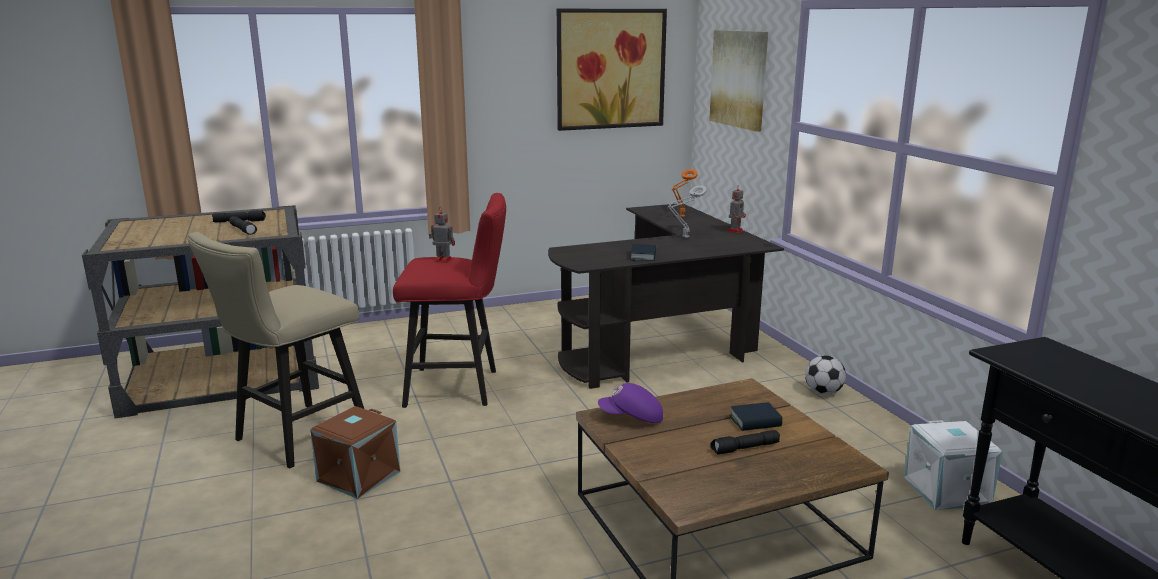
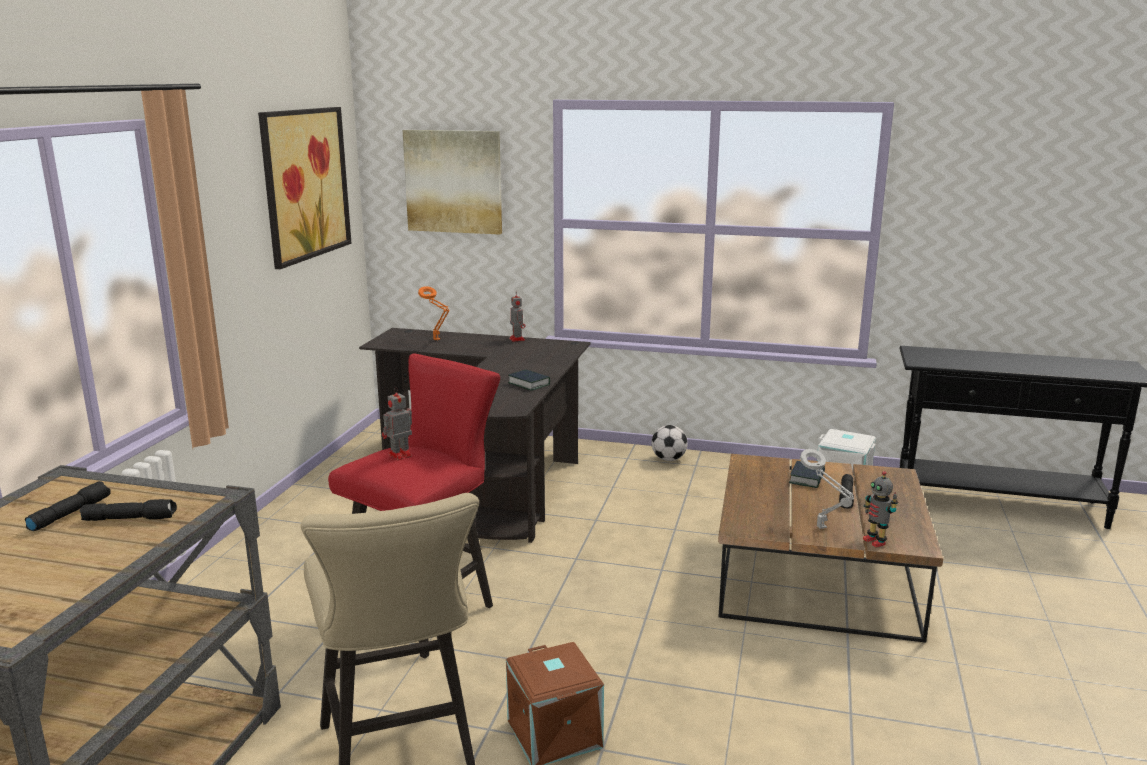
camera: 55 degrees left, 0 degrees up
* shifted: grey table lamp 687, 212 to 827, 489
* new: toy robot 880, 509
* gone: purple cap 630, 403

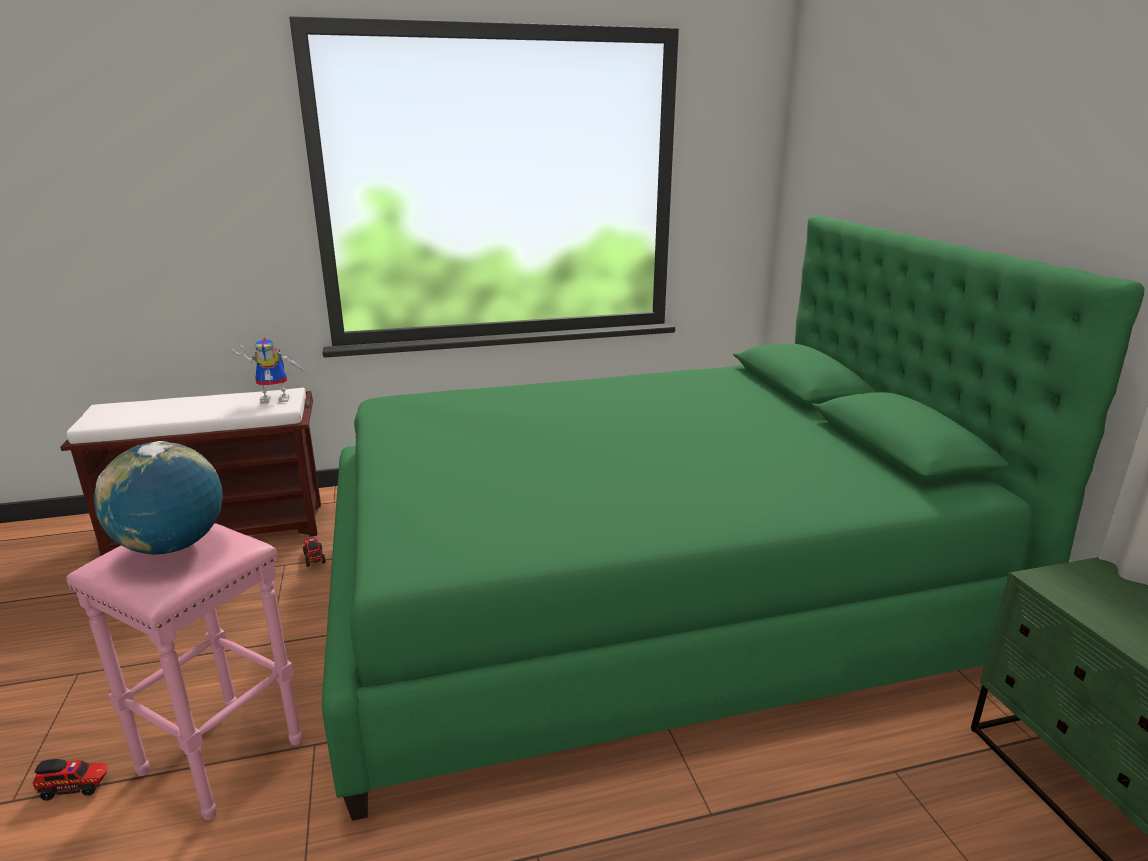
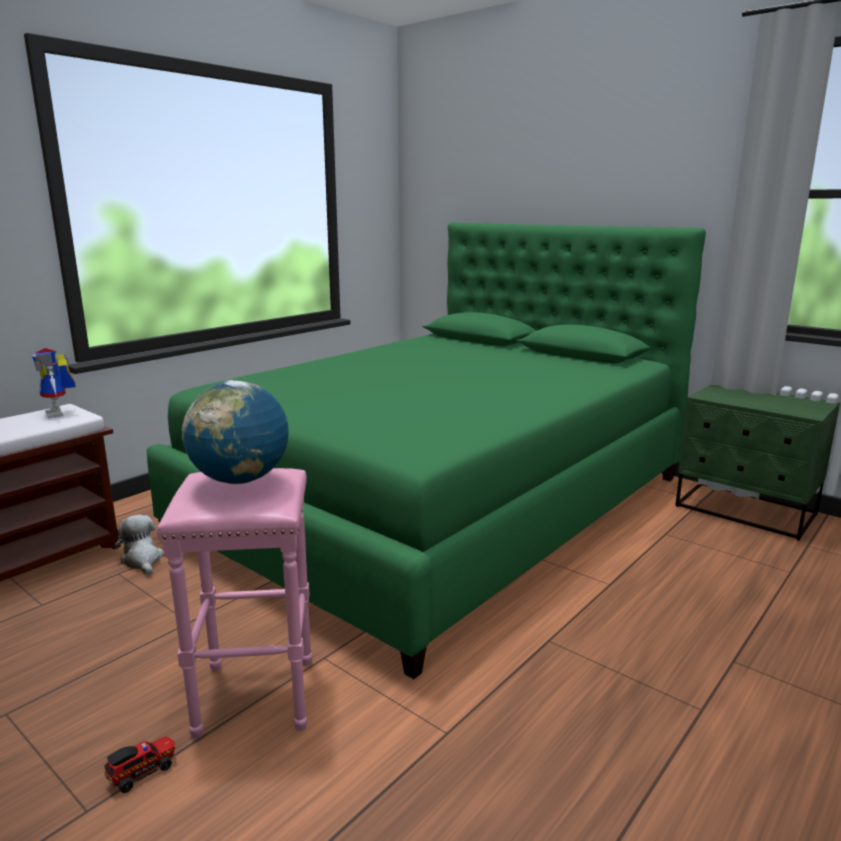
camera: 35 degrees left, 5 degrees down
* rotated: toy robot 270, 371 = 54, 383 105 degrees clockwise
* swapped: toy truck 314, 552 to plush toy 139, 545

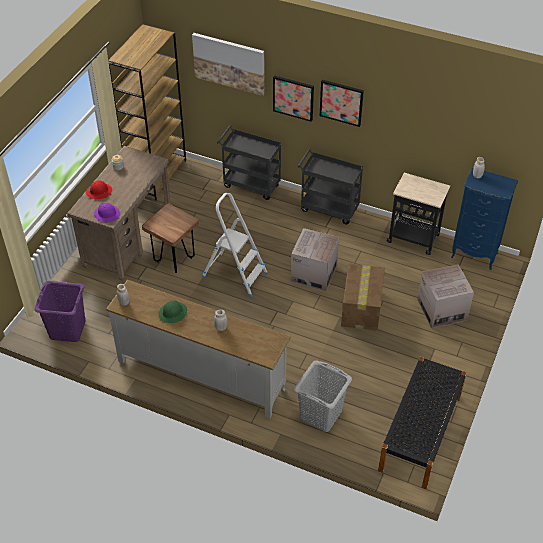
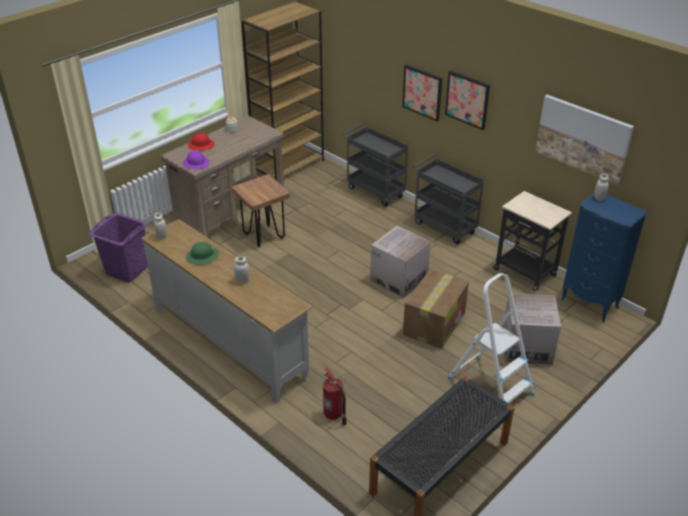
camera: 20 degrees right, 10 degrees down
* swapped: grey laundry basket 323, 396 to fire extinguisher 335, 396
* shifted: white step ladder 235, 245 to 491, 342
* shifted: picture 228, 64 to 584, 140

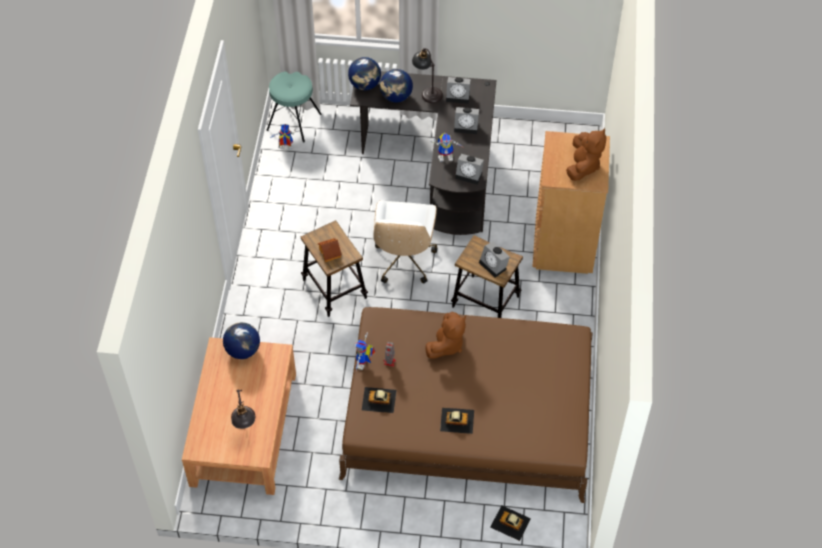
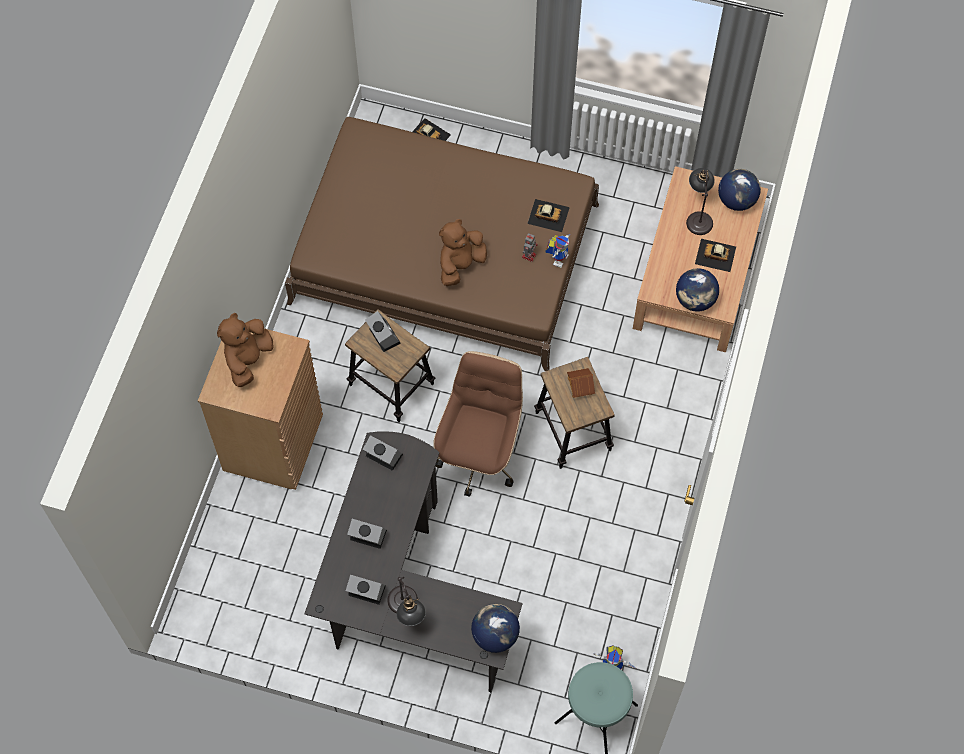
camera: 170 degrees left, 10 degrees up
* repainted: white office chair 405, 242 to brown office chair 478, 424
* shifted: toy car 457, 421 to 715, 255
* shifted: globe 396, 85 to 739, 190
* gone: toy robot 446, 146

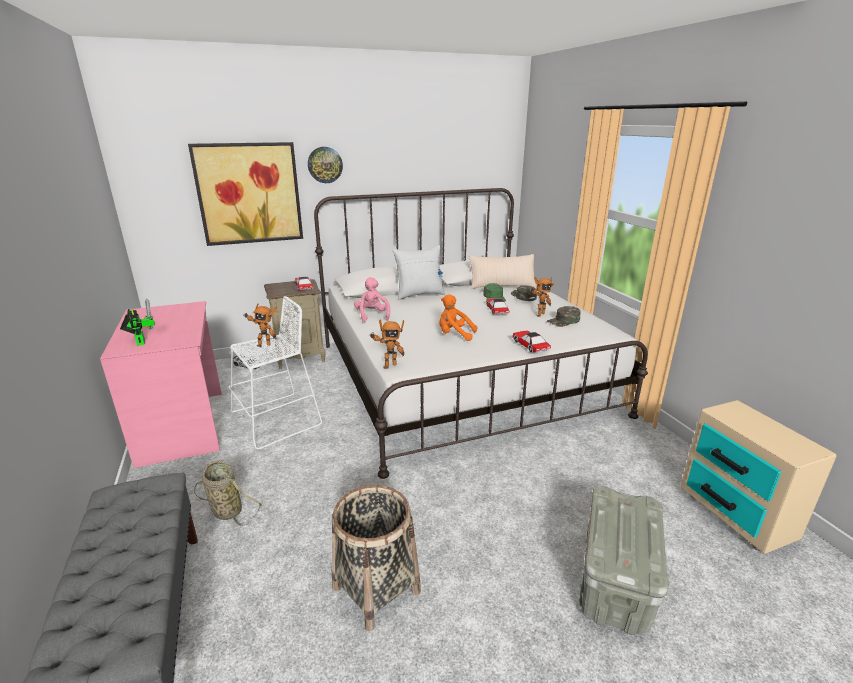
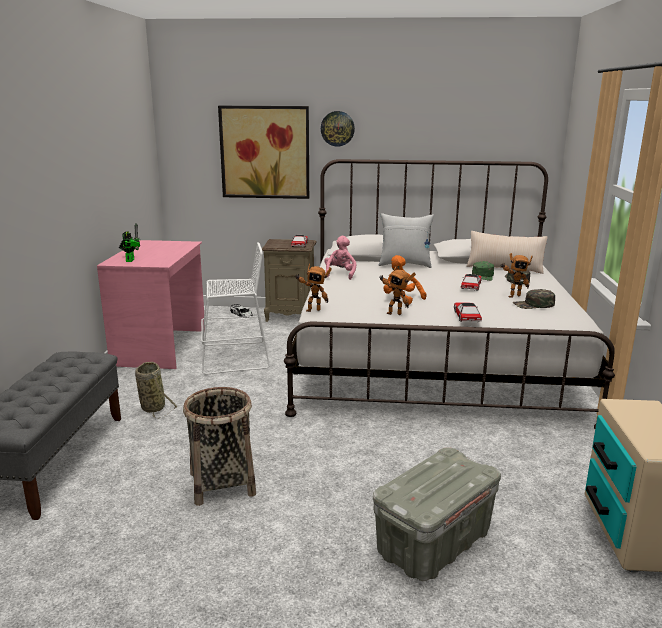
camera: 25 degrees right, 5 degrees down
* shifted: toy robot 260, 325 to 397, 290

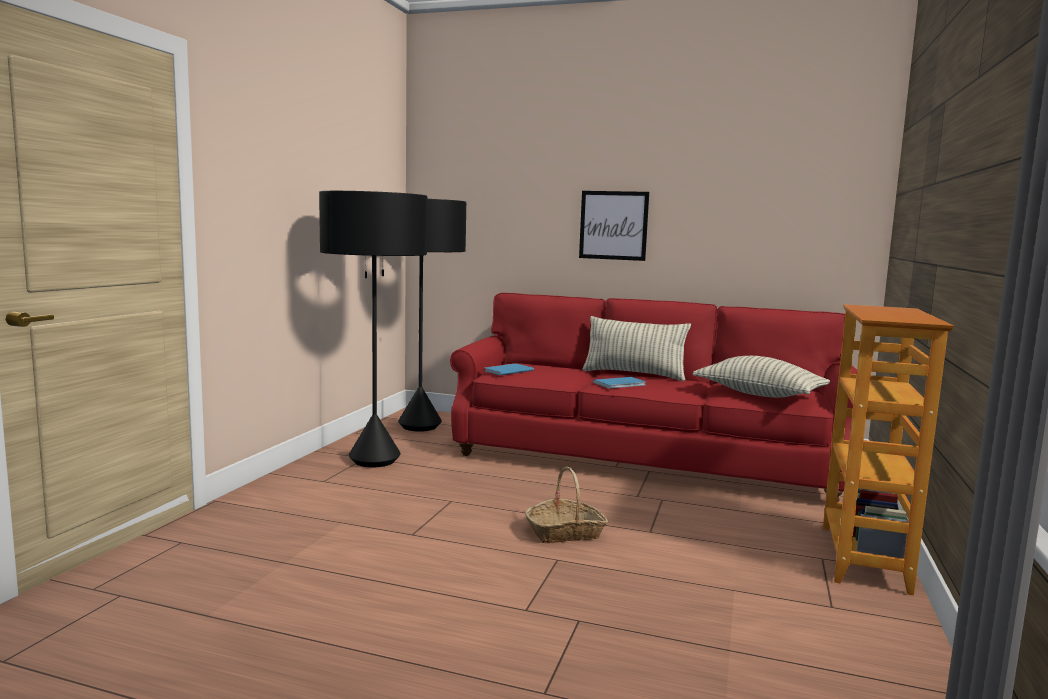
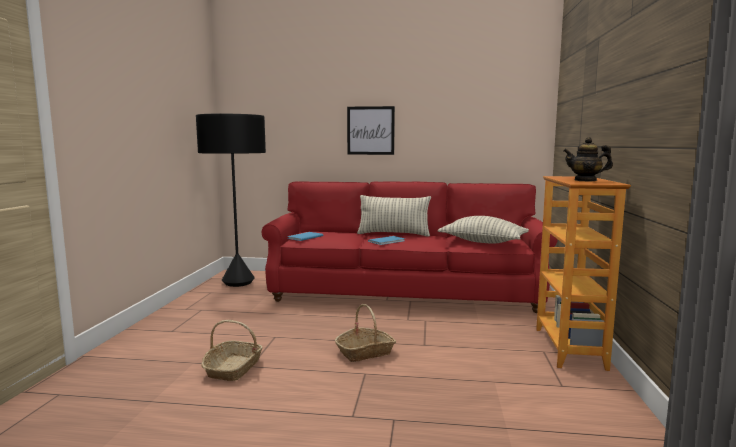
camera: 10 degrees left, 0 degrees up
* new: basket 232, 350
* new: teapot 588, 159
* gone: black floor lamp 373, 329

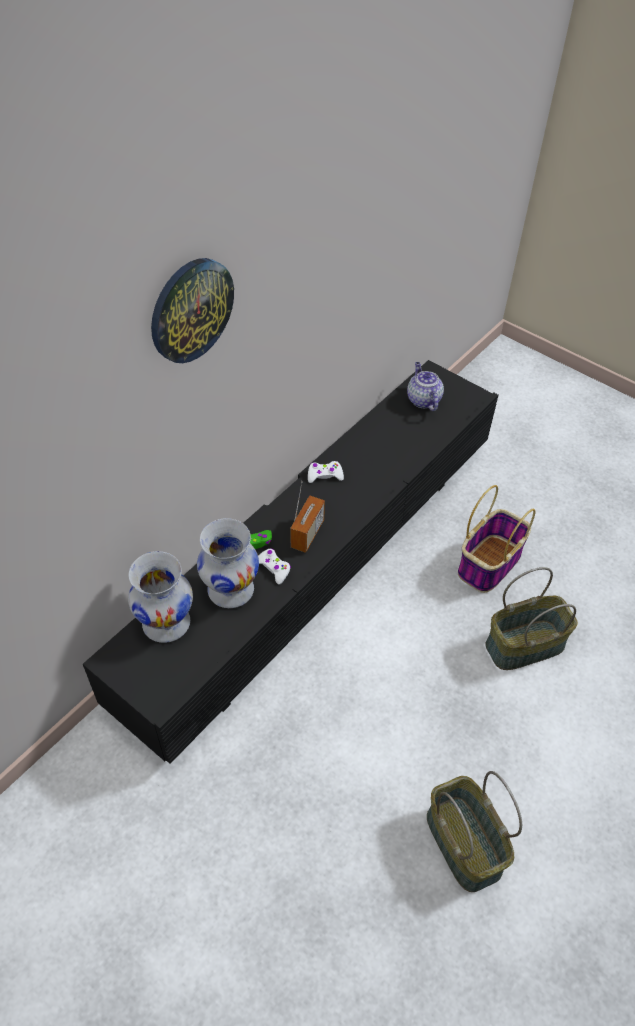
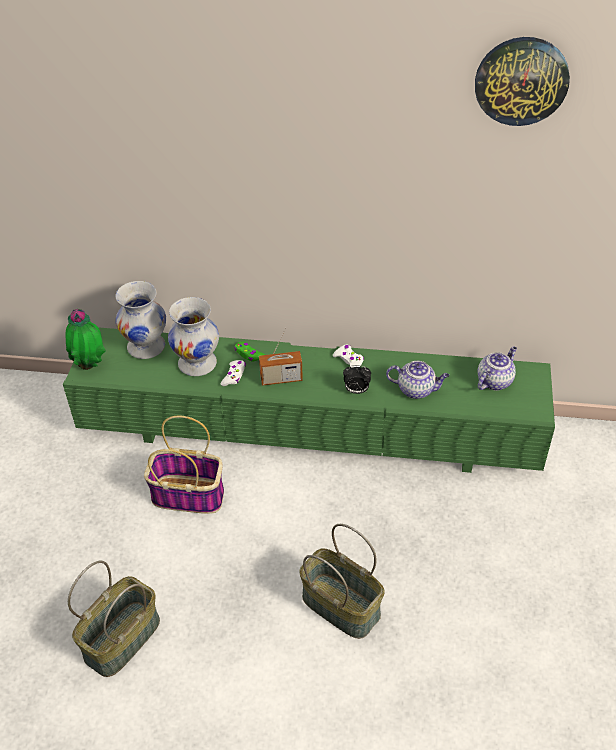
camera: 60 degrees right, 5 degrees down
* repainted: black tv stand 290, 562 to green tv stand 309, 400
* new: potted plant 86, 339
* shifted: basket 496, 539 to 184, 465
* new: alarm clock 357, 379
* new: teapot 417, 380
* shifted: wall clock 192, 310 to 522, 81

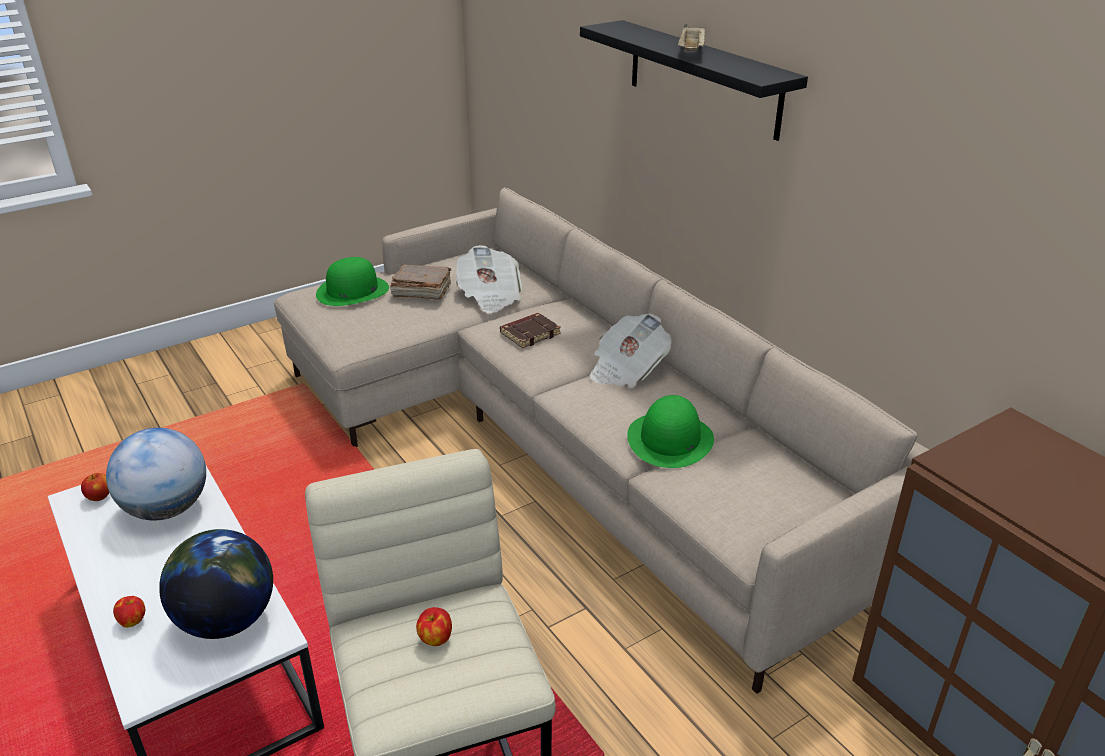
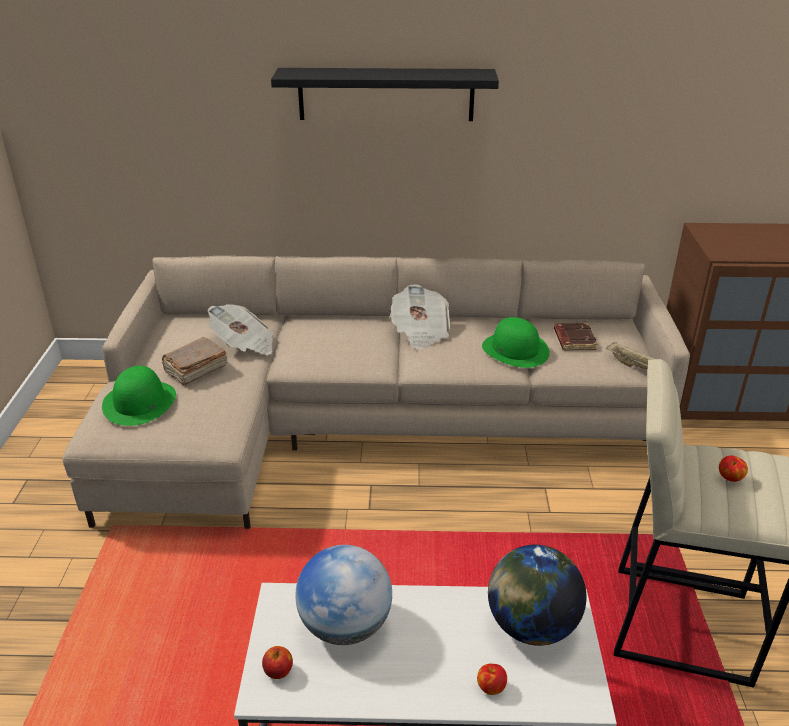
camera: 55 degrees left, 0 degrees up
* shifted: brown book 530, 330 to 575, 337
* shifted: beige tray 691, 37 to 636, 355

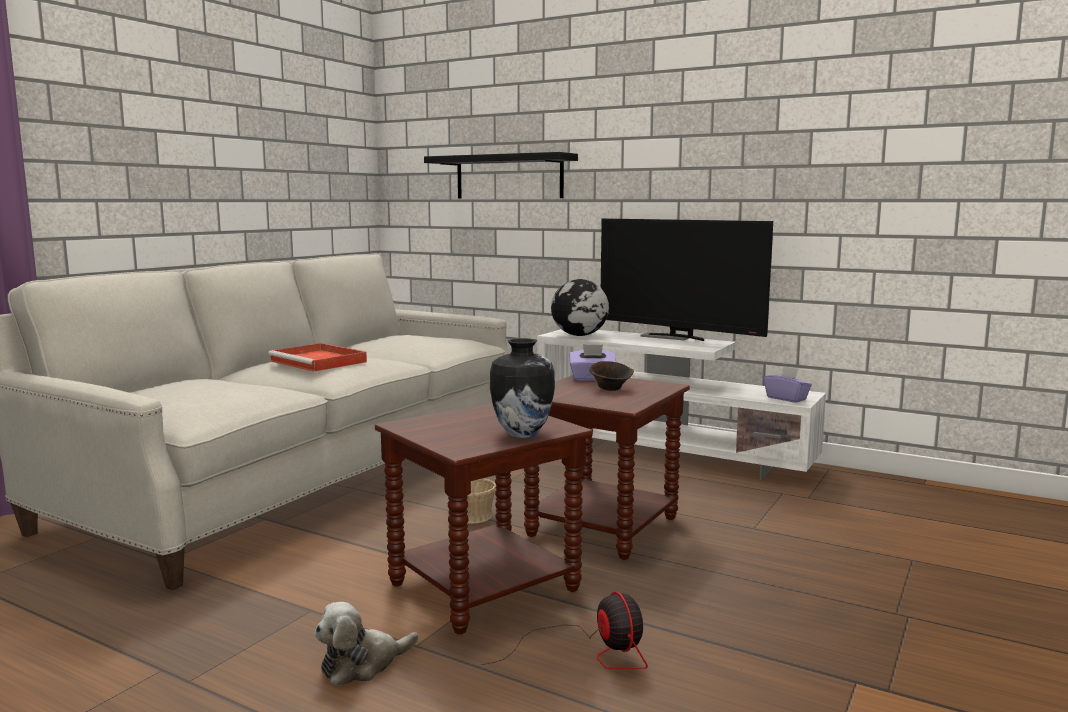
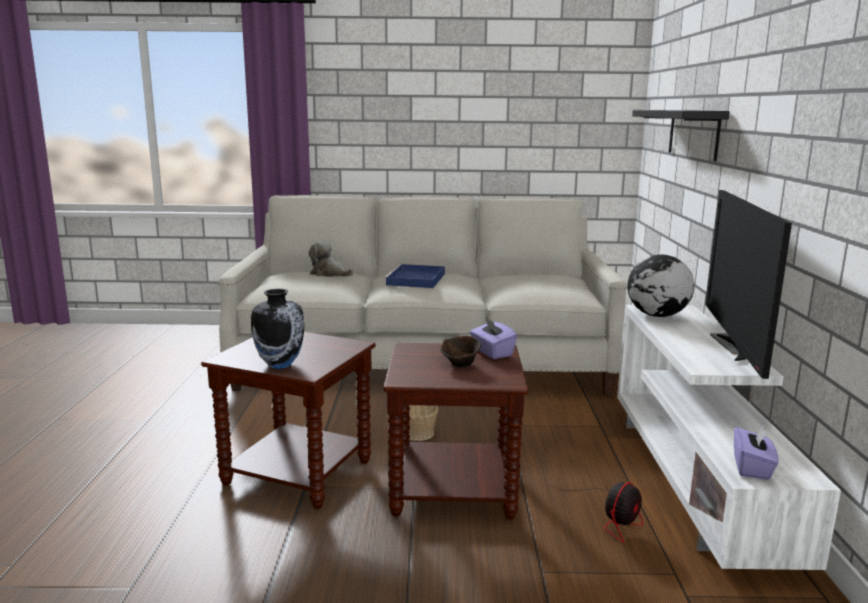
camera: 60 degrees right, 5 degrees up
* shifted: plush toy 366, 644 to 331, 259
* repainted: red tray 317, 357 to blue tray 414, 276
* shifted: fan 564, 630 to 596, 512

